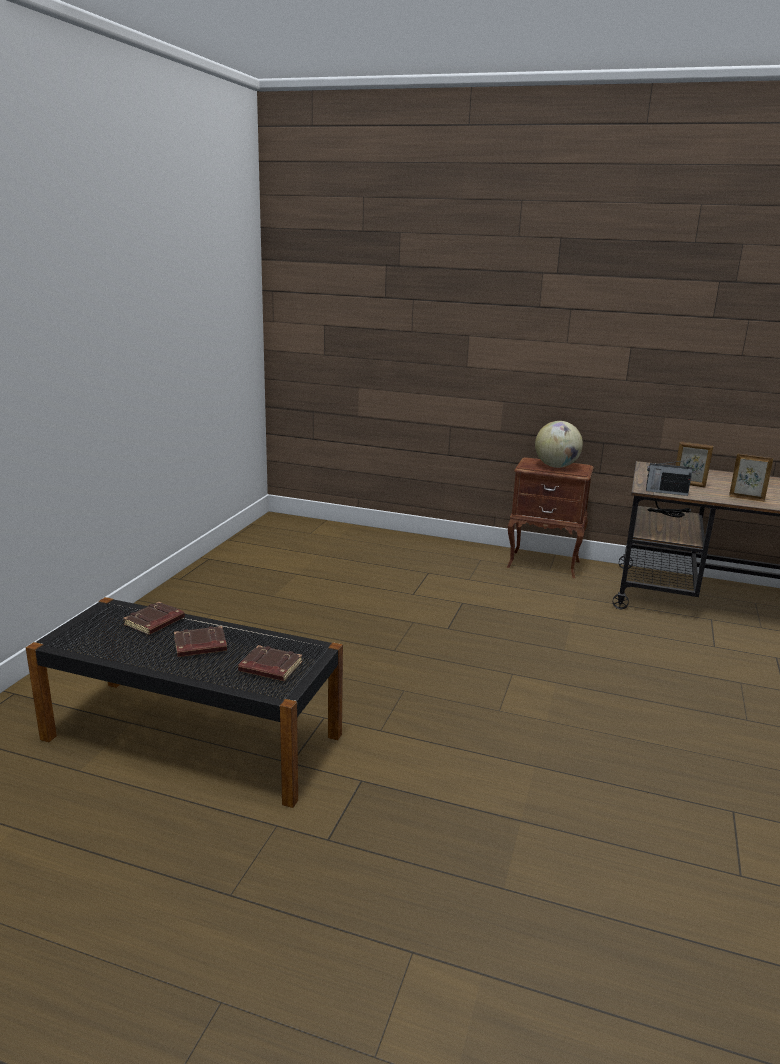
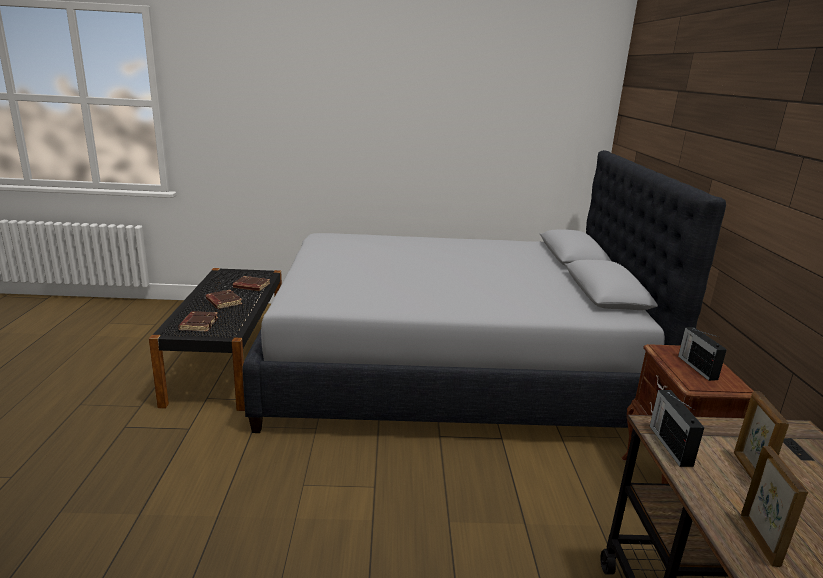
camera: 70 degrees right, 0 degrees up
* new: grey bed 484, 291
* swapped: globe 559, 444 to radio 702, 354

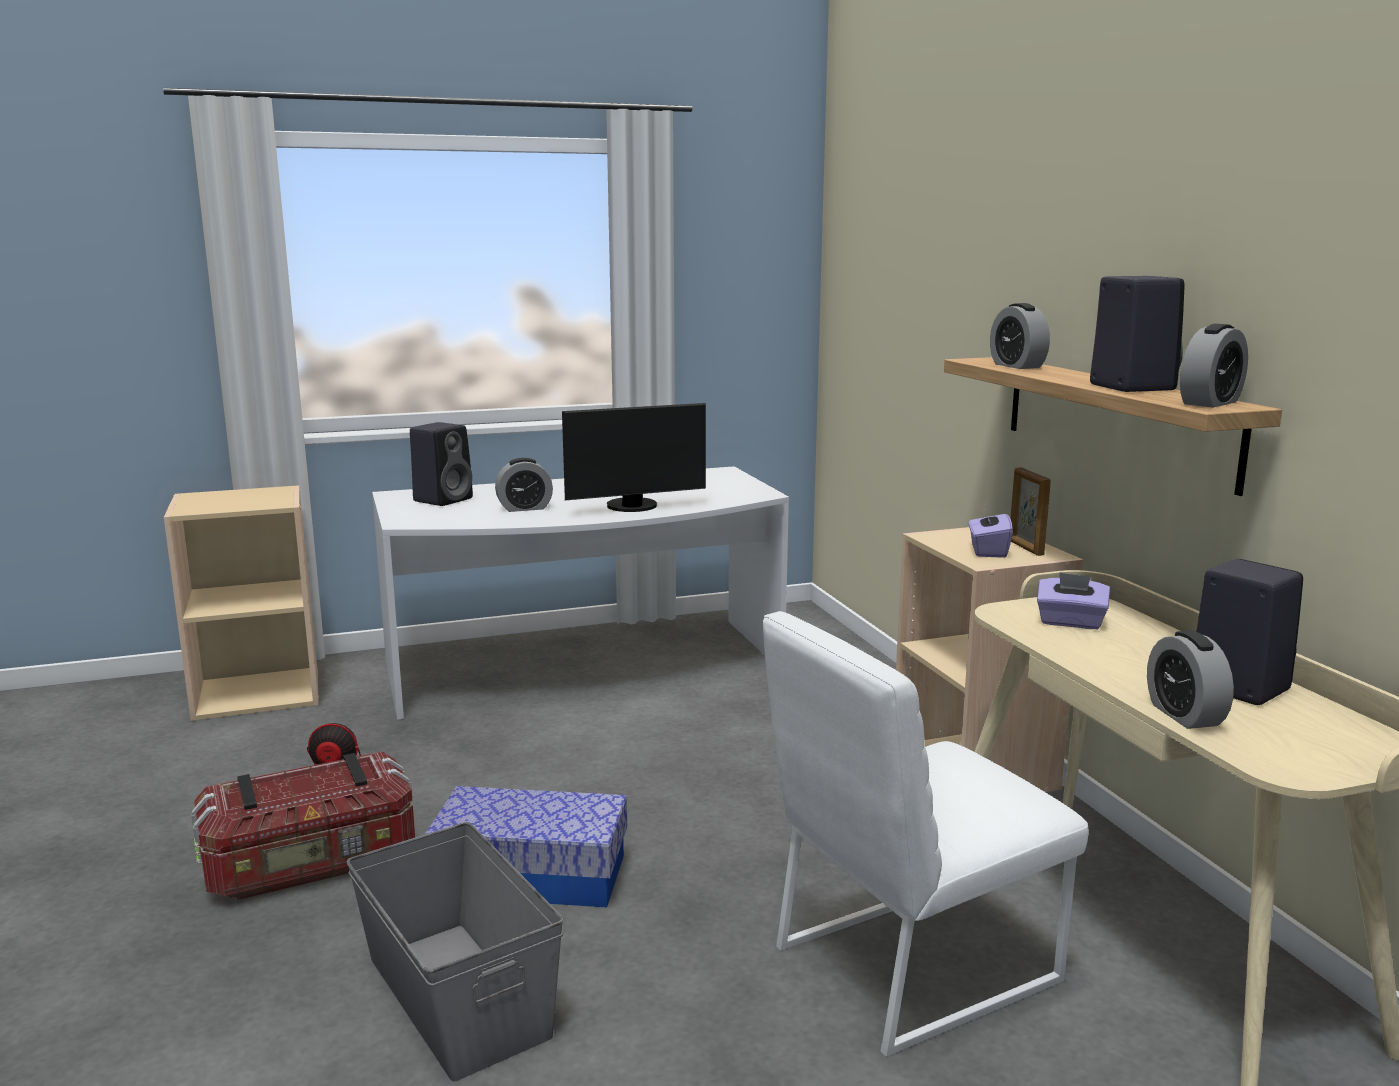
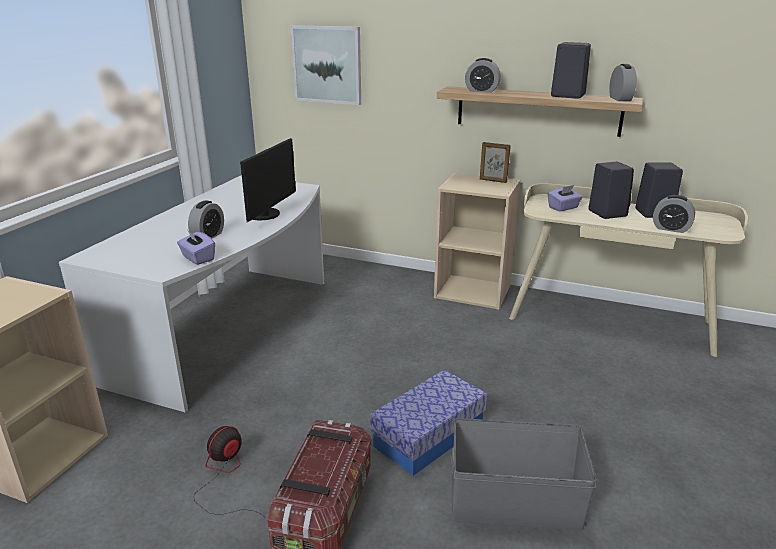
camera: 50 degrees left, 10 degrees up
* shifted: purple tissue box 991, 531 to 196, 248
* new: picture 325, 65
* shifted: black speaker 441, 464 to 611, 190
* gone: white chair 926, 834

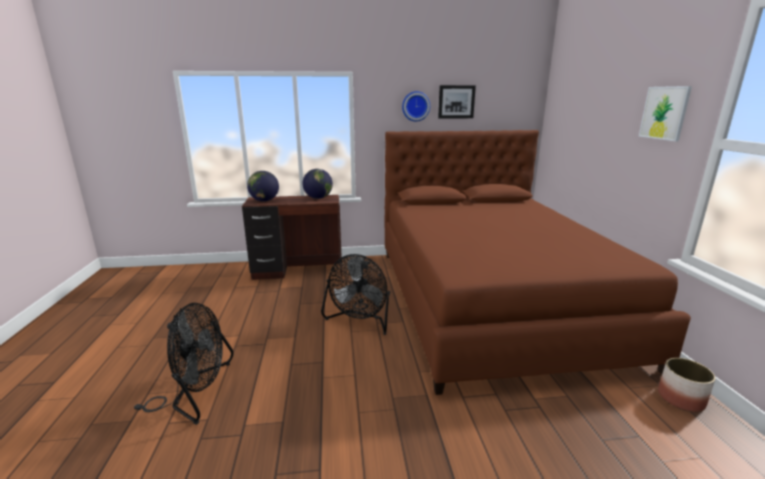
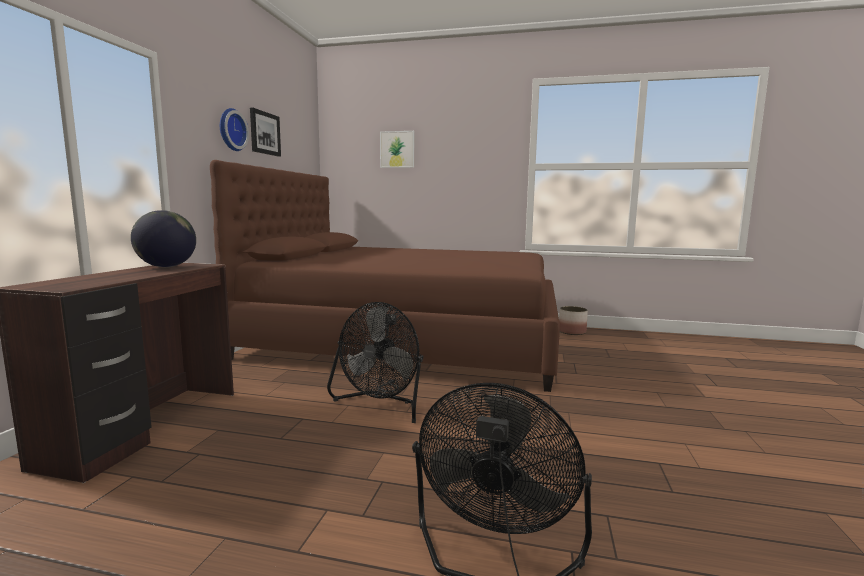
camera: 70 degrees left, 10 degrees down
* rotated: black fan 355, 294 = 375, 362 75 degrees clockwise
* shifted: picture 665, 113 to 397, 149
* gone: globe 263, 186

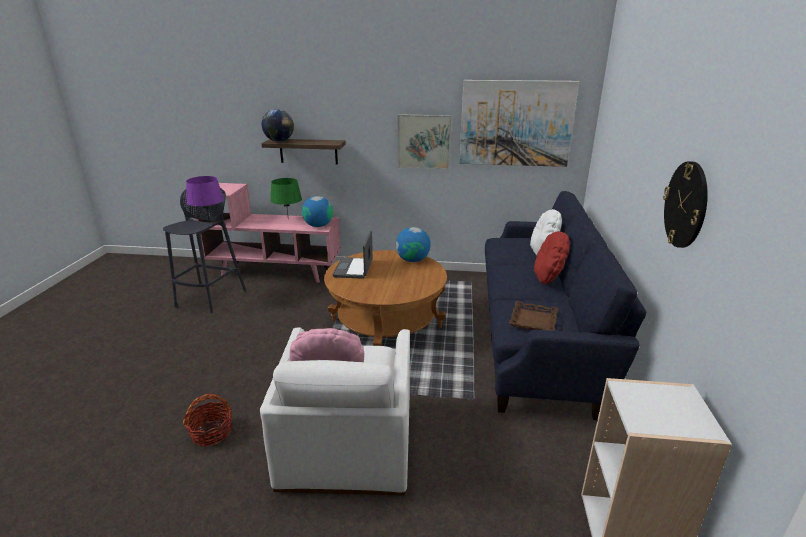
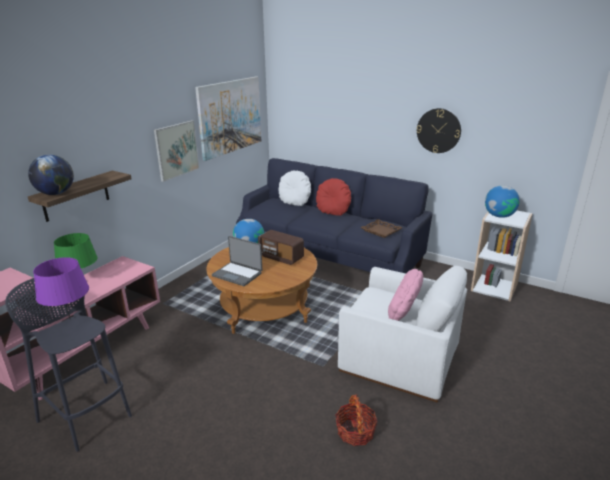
camera: 65 degrees left, 0 degrees up
* new: radio 281, 247
* shifted: globe 317, 211 to 502, 202

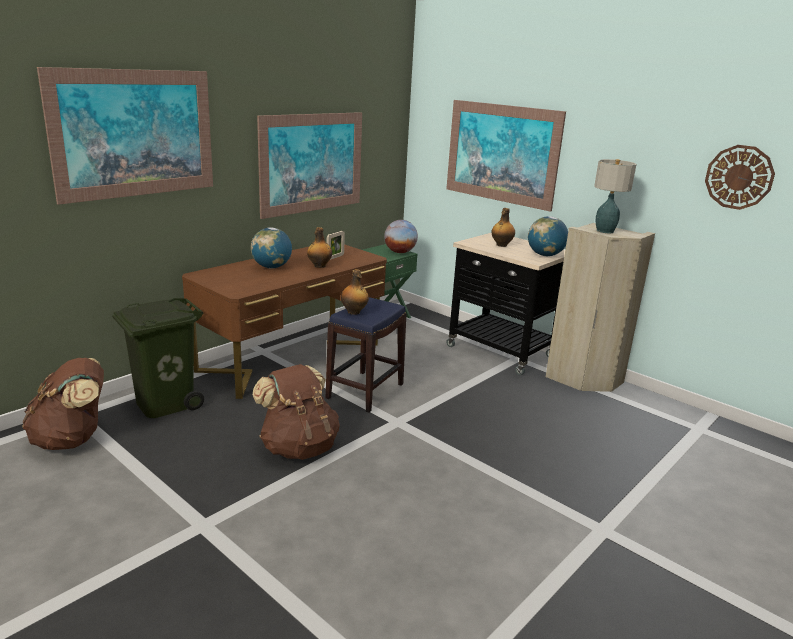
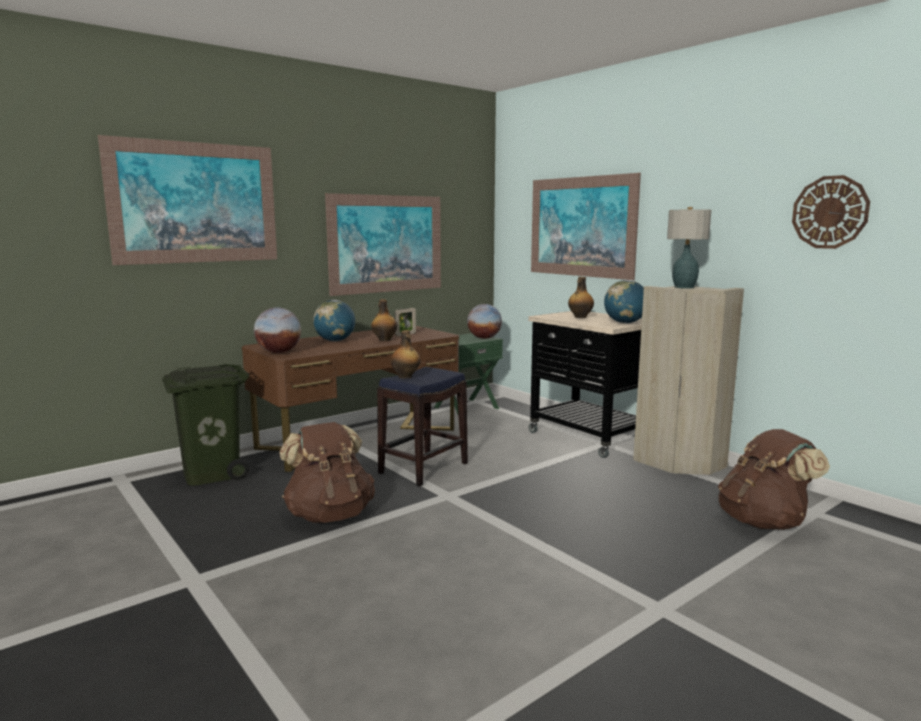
camera: 10 degrees right, 10 degrees down
* new: globe 277, 330
* shifted: brown backpack 63, 404 to 774, 479

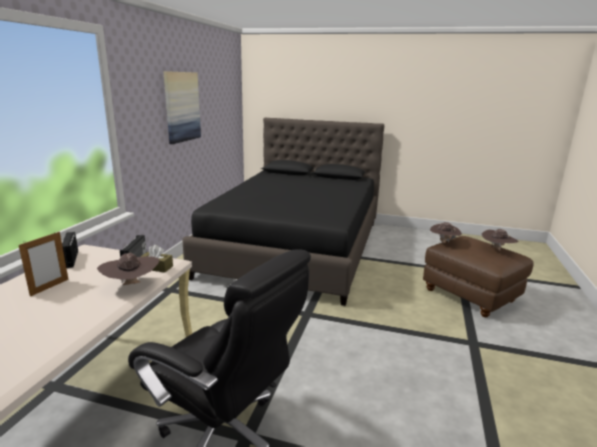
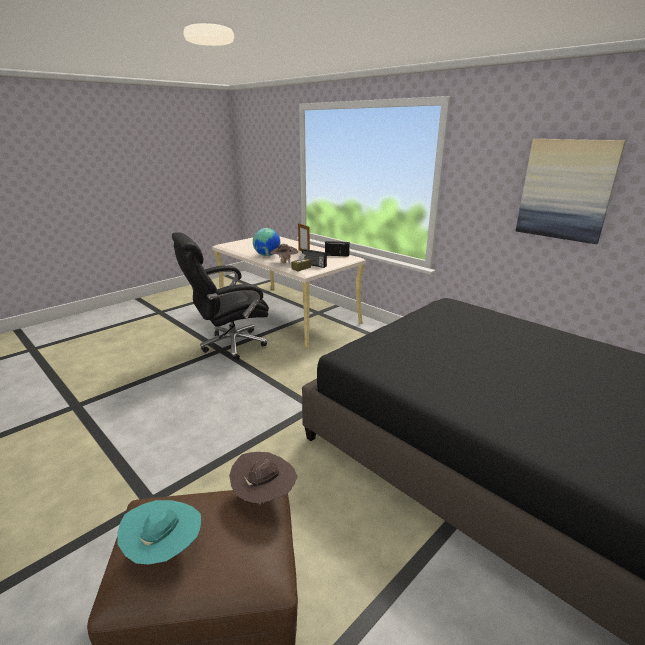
camera: 120 degrees right, 5 degrees up
* repainted: brown hat 500, 240 to turquoise hat 159, 532
* new: globe 266, 242

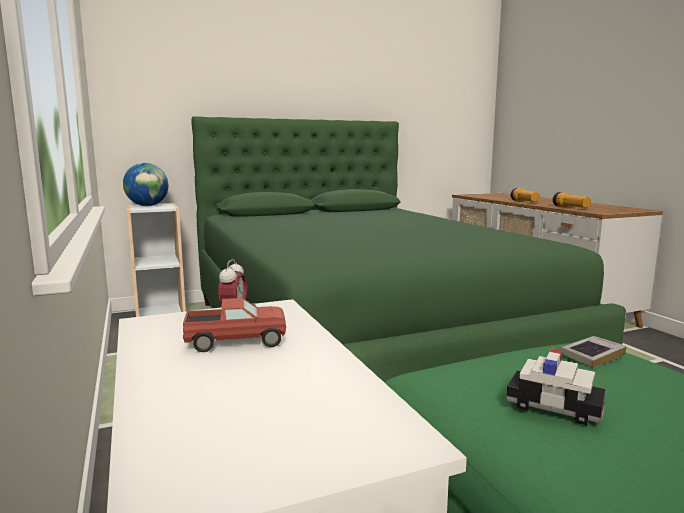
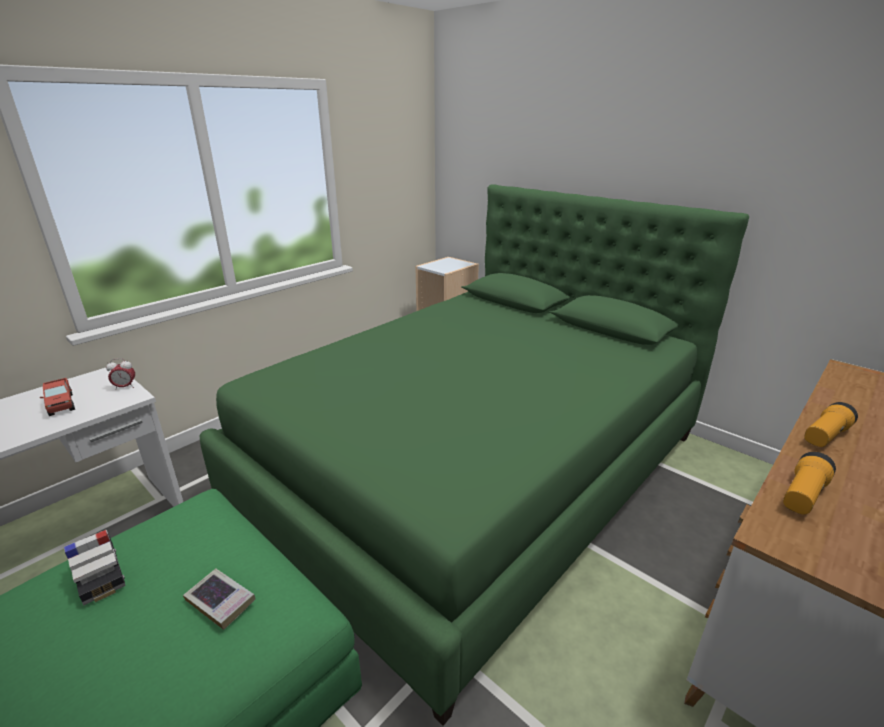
camera: 65 degrees right, 15 degrees up
* rotated: toy car 556, 386 = 95, 567 45 degrees counterclockwise
* gone: globe 146, 184

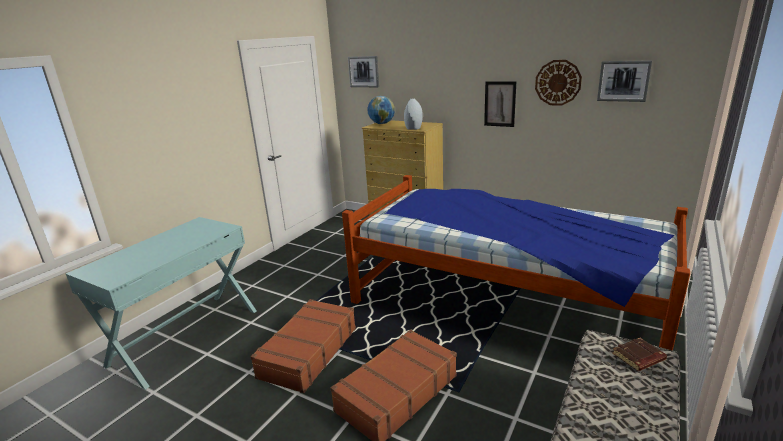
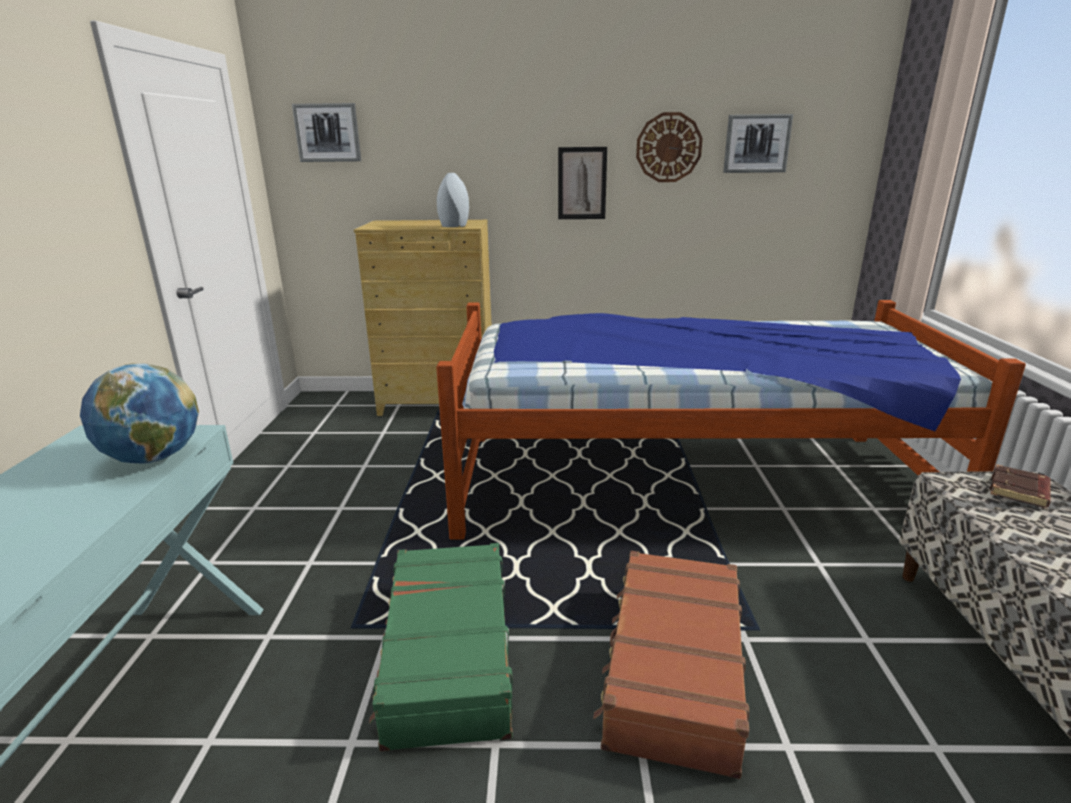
camera: 30 degrees left, 0 degrees up
* shifted: globe 381, 110 to 139, 413
* repainted: brown suitcase 303, 346 to green suitcase 441, 647

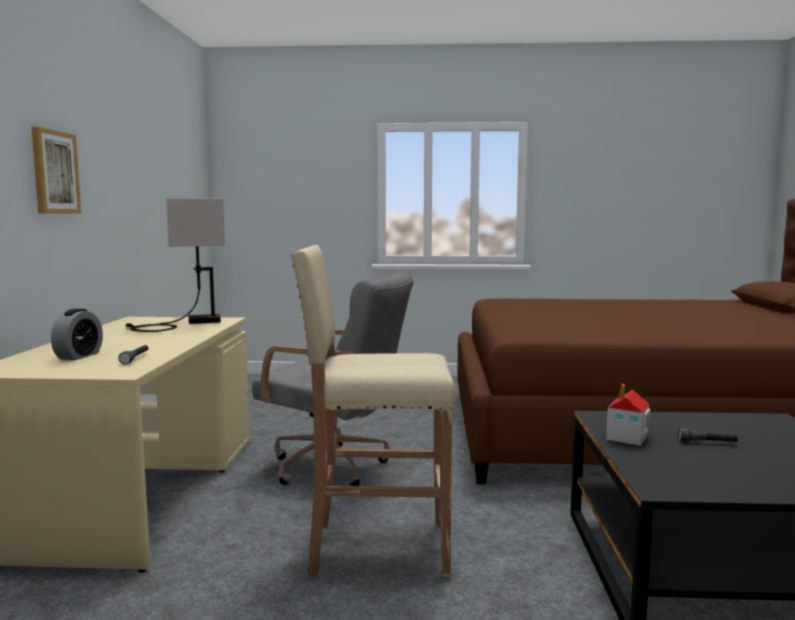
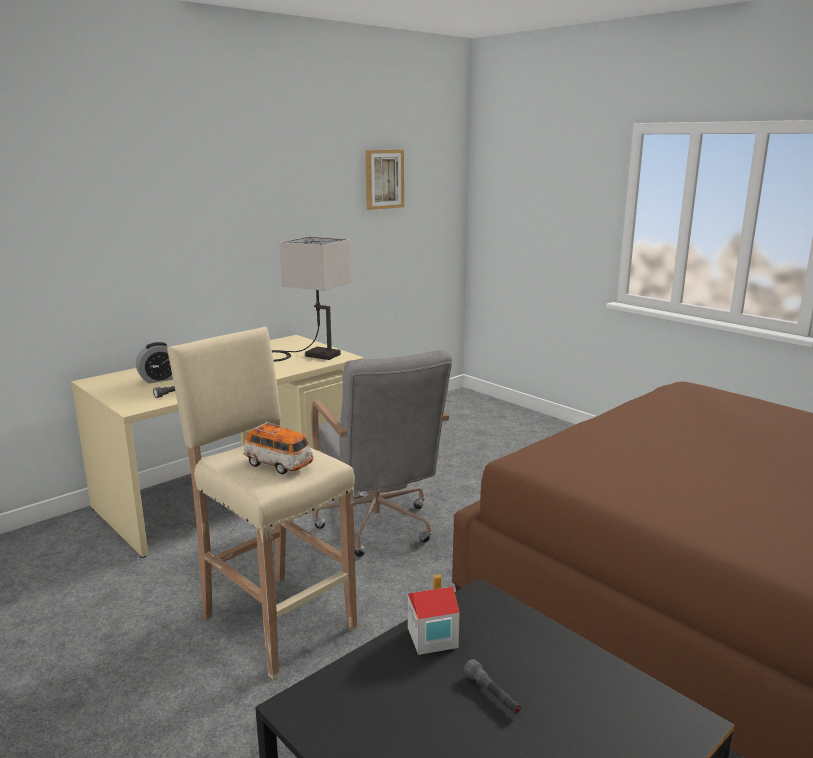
camera: 45 degrees right, 10 degrees up
* new: toy car 278, 448
* shifted: picture 56, 170 to 385, 180

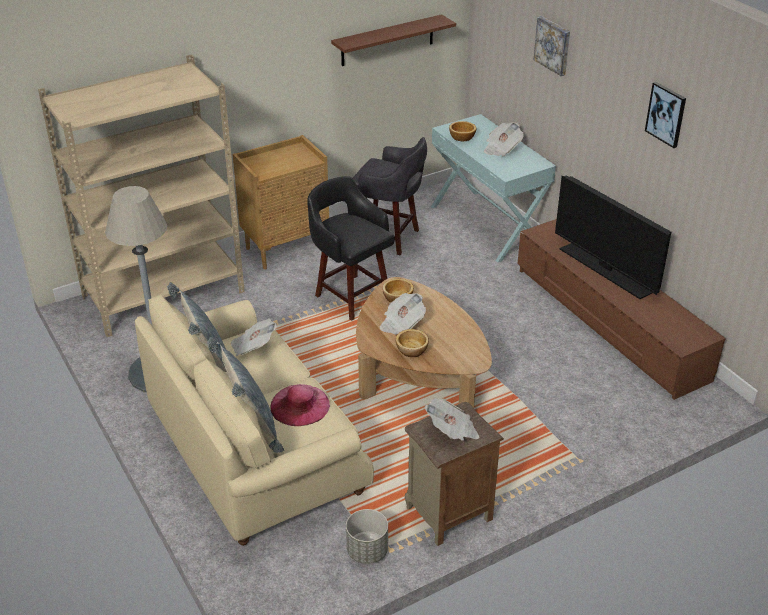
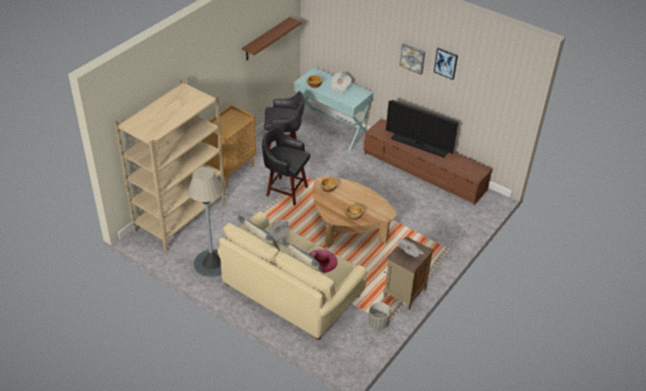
camera: 25 degrees left, 5 degrees up
* shifted: picture 552, 46 to 412, 59
* gone: newspaper 402, 314

